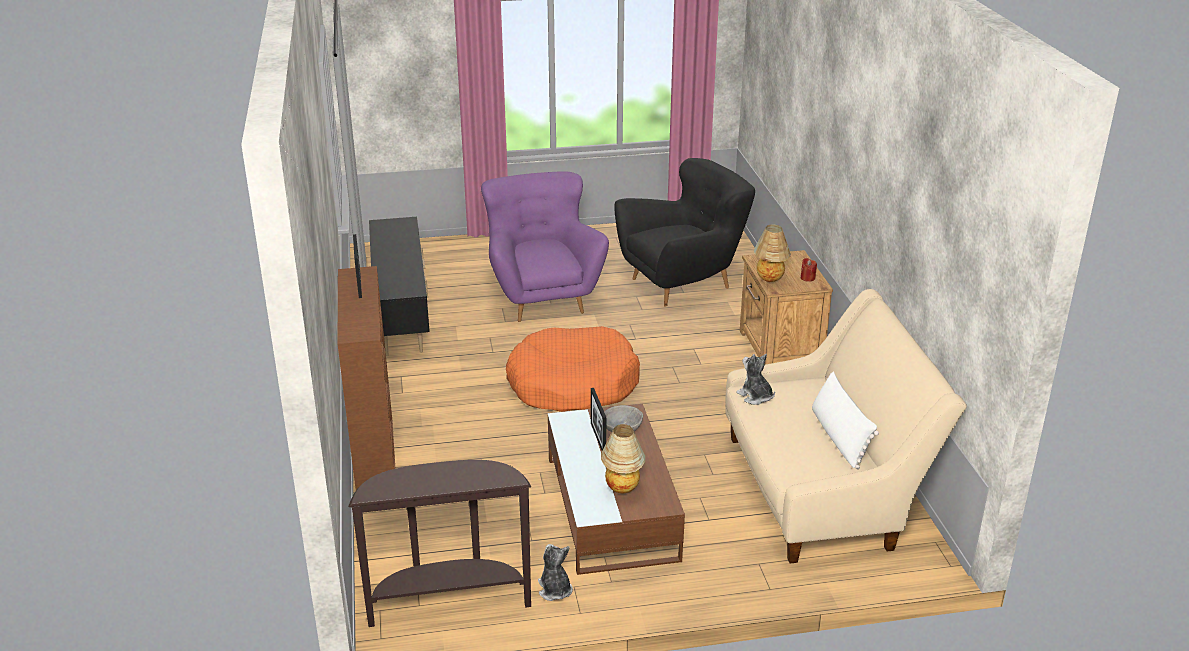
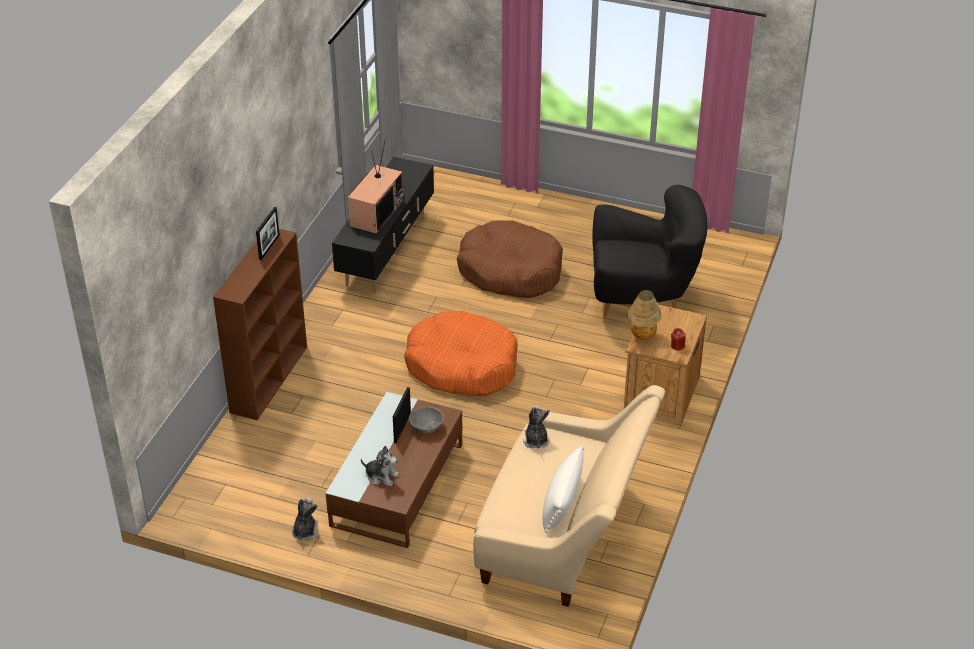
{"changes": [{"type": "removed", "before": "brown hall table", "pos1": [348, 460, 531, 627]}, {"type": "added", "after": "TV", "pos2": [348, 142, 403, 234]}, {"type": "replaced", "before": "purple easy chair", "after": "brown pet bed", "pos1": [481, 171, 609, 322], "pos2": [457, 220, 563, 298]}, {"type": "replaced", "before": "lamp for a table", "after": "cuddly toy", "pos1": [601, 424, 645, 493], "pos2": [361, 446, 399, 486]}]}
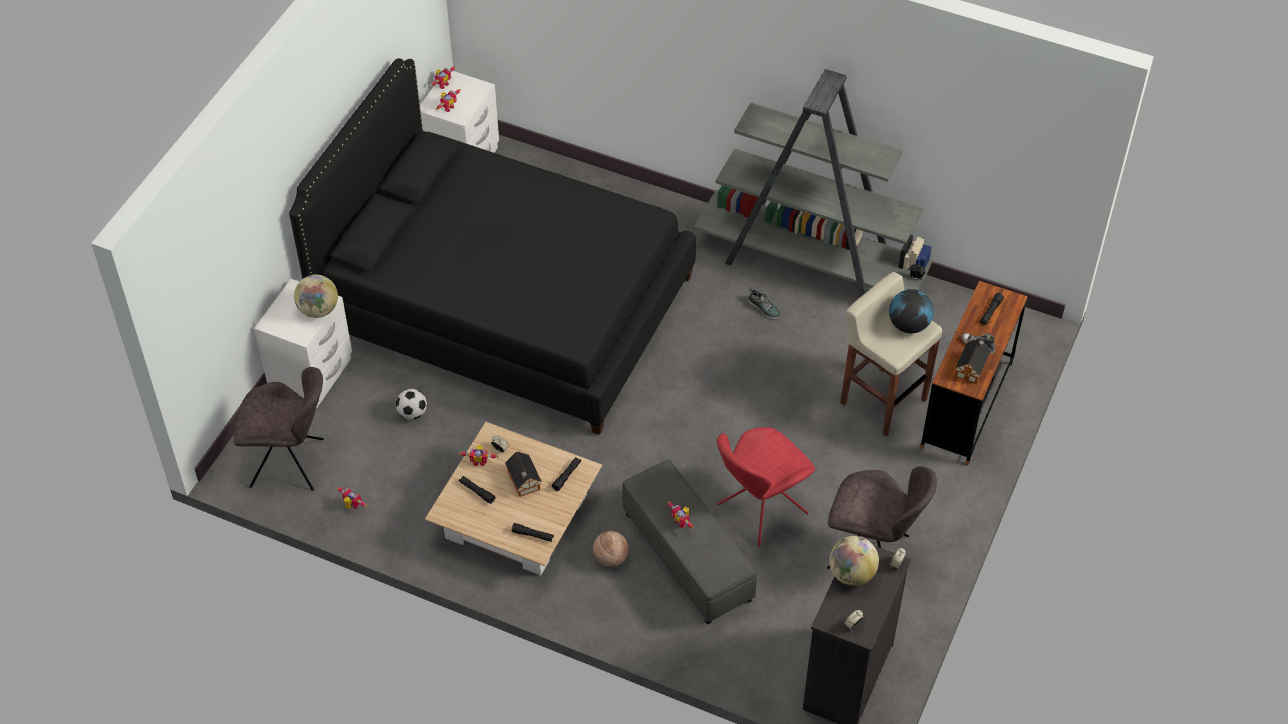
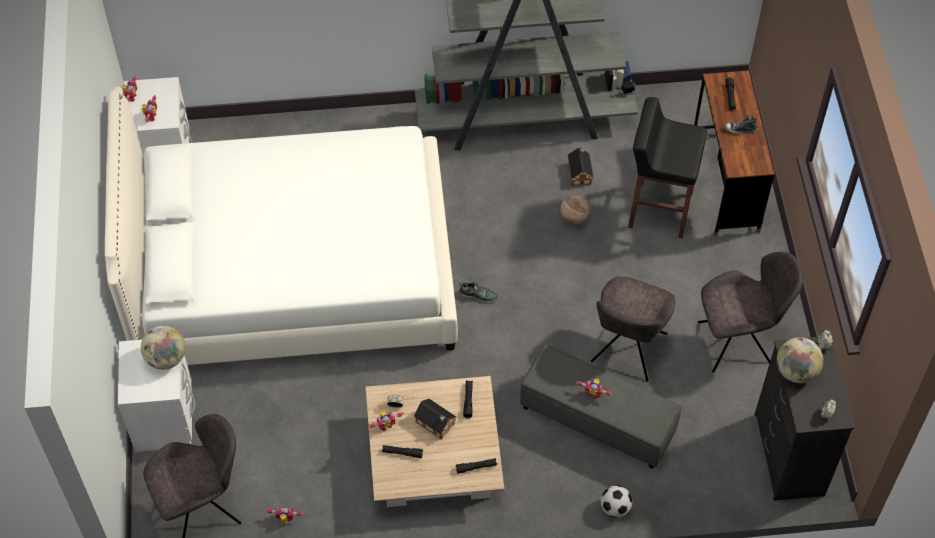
{"changes": [{"type": "removed", "before": "desk globe", "pos1": [889, 289, 934, 333]}, {"type": "moved", "before": "football ball", "pos1": [396, 389, 427, 420], "pos2": [601, 485, 632, 517]}, {"type": "moved", "before": "ball for basketball", "pos1": [593, 531, 629, 567], "pos2": [560, 194, 591, 225]}, {"type": "moved", "before": "item of footwear", "pos1": [749, 288, 780, 320], "pos2": [459, 282, 498, 303]}, {"type": "moved", "before": "model house", "pos1": [955, 339, 991, 384], "pos2": [568, 148, 594, 186]}, {"type": "recoloured", "before": "black-coloured bed", "after": "whitish bed", "pos1": [289, 58, 696, 435], "pos2": [105, 86, 458, 365]}, {"type": "recoloured", "before": "reddish plain chair", "after": "greyish plain chair", "pos1": [717, 427, 815, 547], "pos2": [591, 276, 675, 382]}, {"type": "recoloured", "before": "beige-coloured stool", "after": "black-coloured stool", "pos1": [840, 272, 942, 436], "pos2": [628, 97, 707, 238]}]}
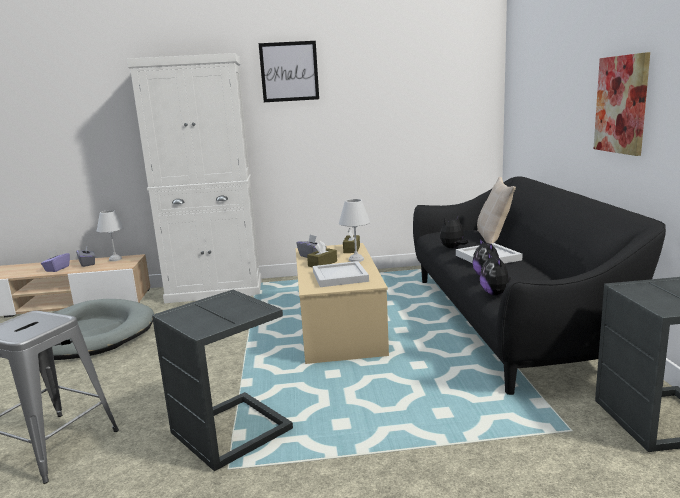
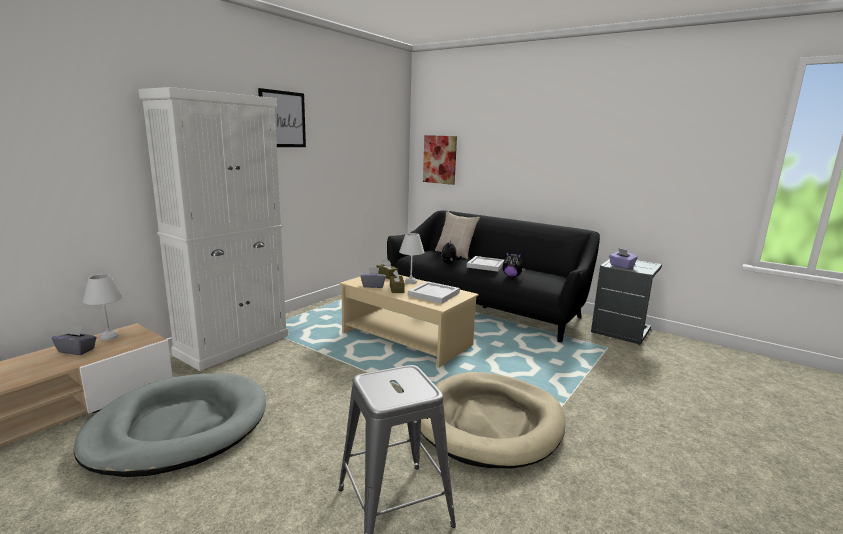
{"changes": [{"type": "removed", "before": "cuddly toy", "pos1": [480, 252, 511, 296]}, {"type": "moved", "before": "purple box of tissues", "pos1": [41, 249, 70, 272], "pos2": [609, 249, 638, 269]}, {"type": "moved", "before": "picture", "pos1": [594, 52, 650, 156], "pos2": [423, 135, 457, 185]}, {"type": "replaced", "before": "greyish side table", "after": "beige-coloured pet bed", "pos1": [152, 290, 293, 471], "pos2": [421, 372, 565, 469]}]}
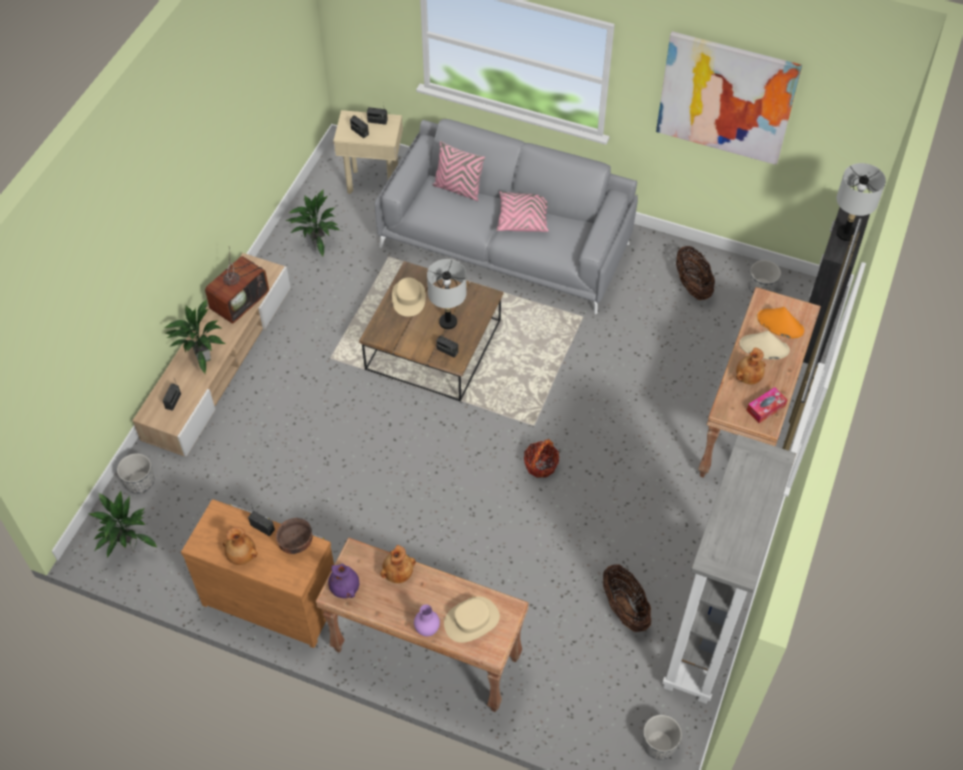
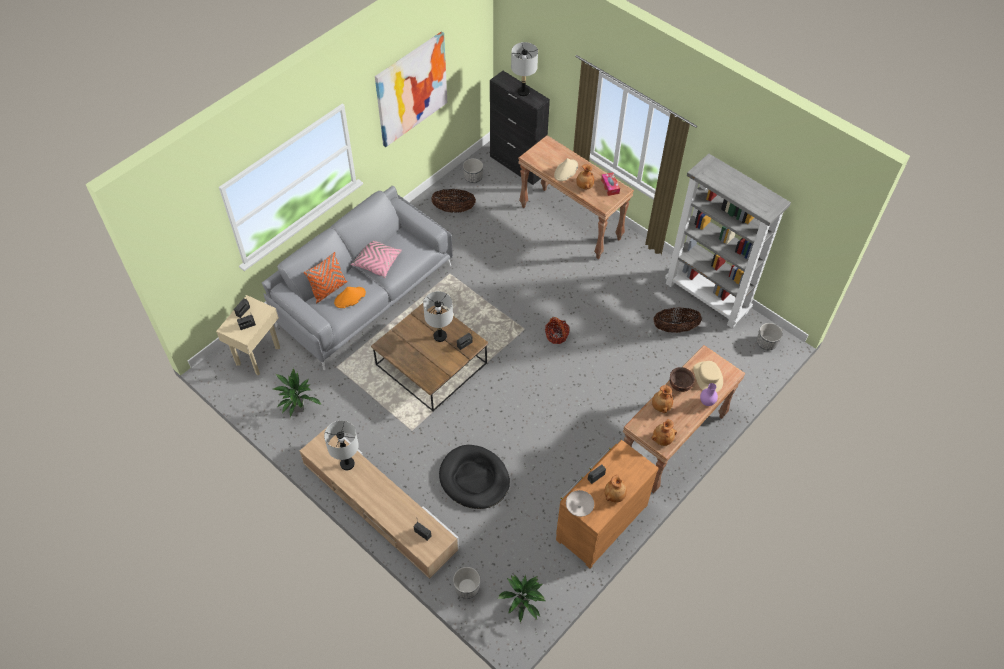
{"changes": [{"type": "removed", "before": "houseplant", "pos1": [164, 299, 225, 374]}, {"type": "removed", "before": "beige-coloured clothing hat", "pos1": [392, 278, 426, 317]}, {"type": "added", "after": "black-coloured pet bed", "pos2": [439, 445, 510, 509]}, {"type": "added", "after": "whitish deep dish", "pos2": [566, 490, 594, 517]}, {"type": "moved", "before": "brown deep dish", "pos1": [276, 518, 313, 554], "pos2": [669, 367, 695, 392]}, {"type": "moved", "before": "orange-coloured clothing hat", "pos1": [757, 307, 804, 339], "pos2": [334, 287, 366, 308]}, {"type": "replaced", "before": "TV", "after": "greyish lamp for a table", "pos1": [205, 246, 269, 324], "pos2": [324, 420, 359, 470]}, {"type": "recoloured", "before": "purple vase", "after": "brown vase", "pos1": [328, 563, 359, 598], "pos2": [651, 419, 677, 446]}, {"type": "recoloured", "before": "pink pillow", "after": "orange-coloured pillow", "pos1": [433, 141, 485, 201], "pos2": [304, 252, 348, 303]}]}
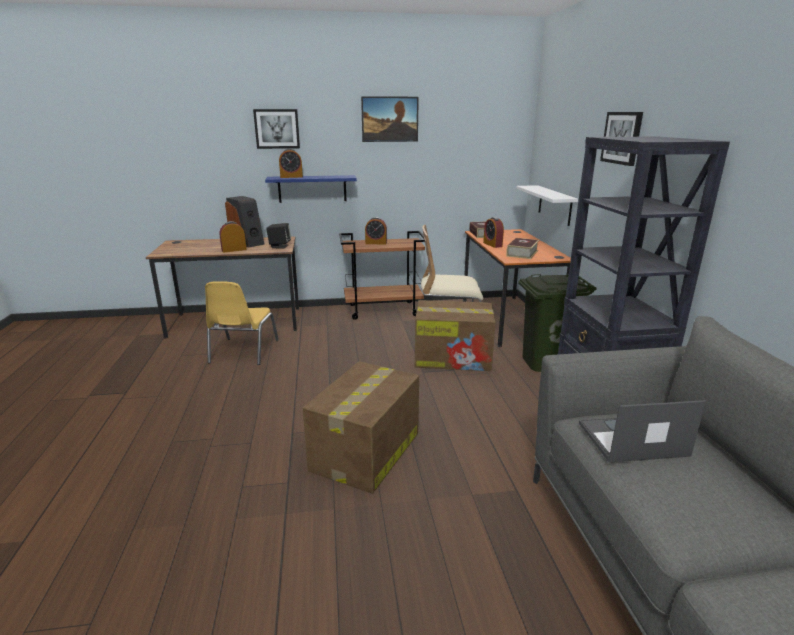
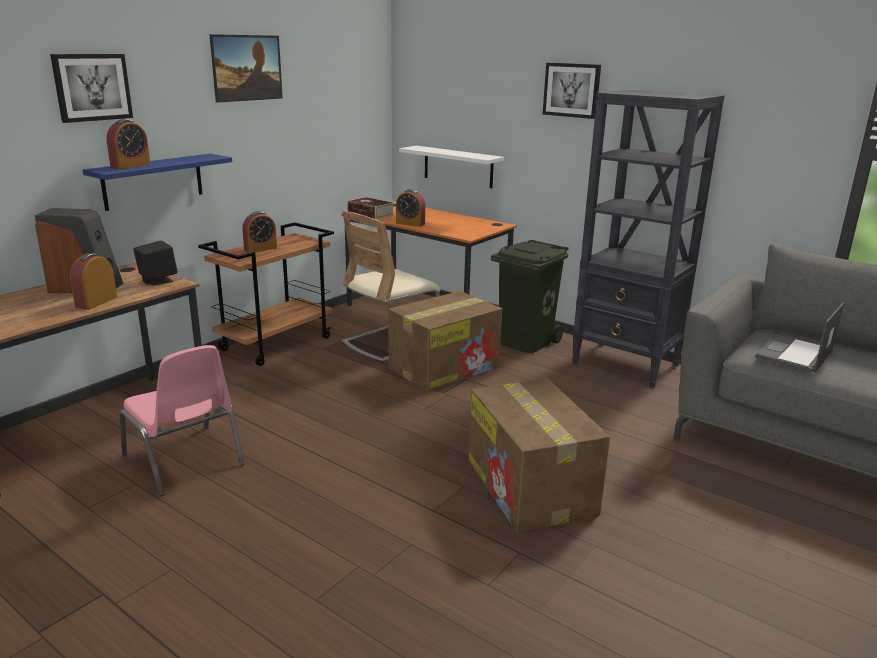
{"changes": [{"type": "removed", "before": "bound book", "pos1": [506, 238, 539, 259]}, {"type": "recoloured", "before": "yellow plain chair", "after": "pink plain chair", "pos1": [205, 281, 279, 365], "pos2": [119, 345, 245, 496]}]}
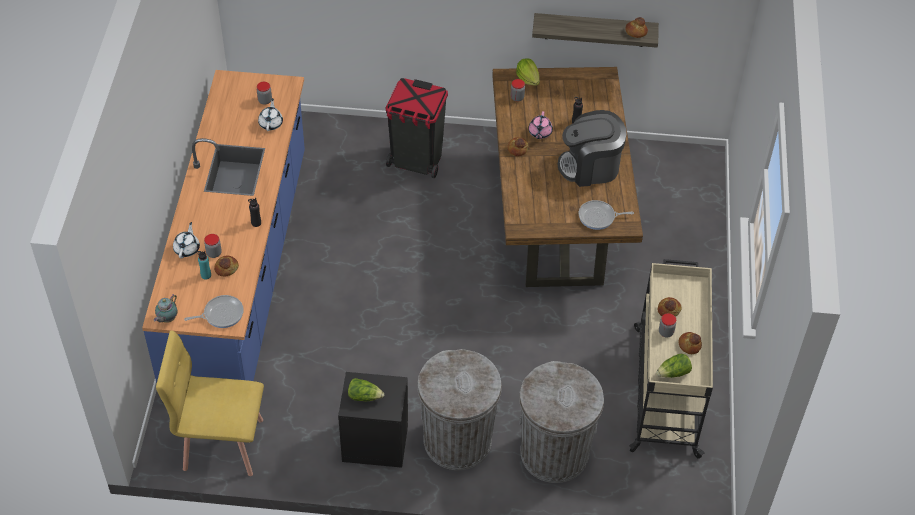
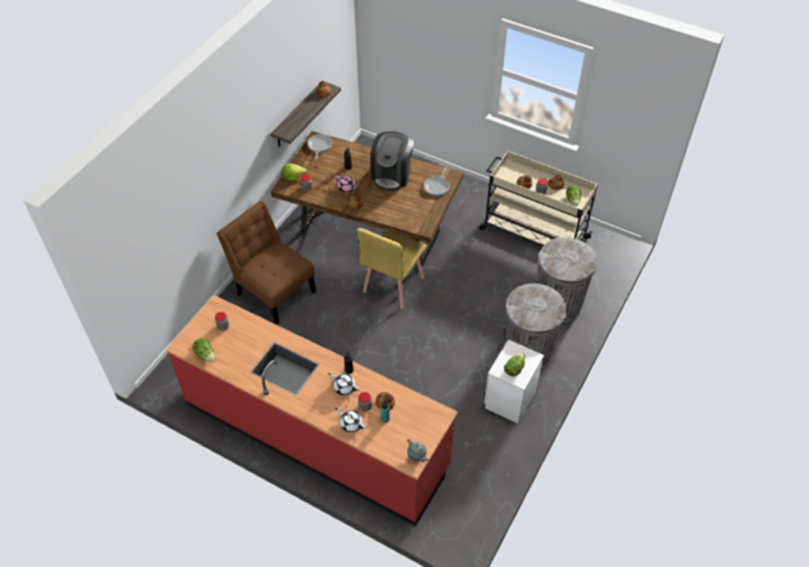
{"changes": [{"type": "added", "after": "lettuce", "pos2": [193, 338, 215, 362]}, {"type": "moved", "before": "yellow plain chair", "pos1": [156, 330, 264, 476], "pos2": [357, 228, 426, 309]}, {"type": "moved", "before": "frying pan", "pos1": [184, 295, 244, 328], "pos2": [307, 134, 332, 159]}, {"type": "moved", "before": "whitish teapot", "pos1": [258, 98, 283, 131], "pos2": [328, 373, 359, 395]}, {"type": "replaced", "before": "black-coloured trash can", "after": "brown plain chair", "pos1": [386, 78, 448, 178], "pos2": [217, 201, 316, 325]}, {"type": "recoloured", "before": "bluish counter", "after": "reddish counter", "pos1": [142, 70, 305, 402], "pos2": [166, 295, 458, 526]}, {"type": "recoloured", "before": "black-coloured night table", "after": "whitish night table", "pos1": [338, 372, 408, 468], "pos2": [484, 339, 544, 424]}]}
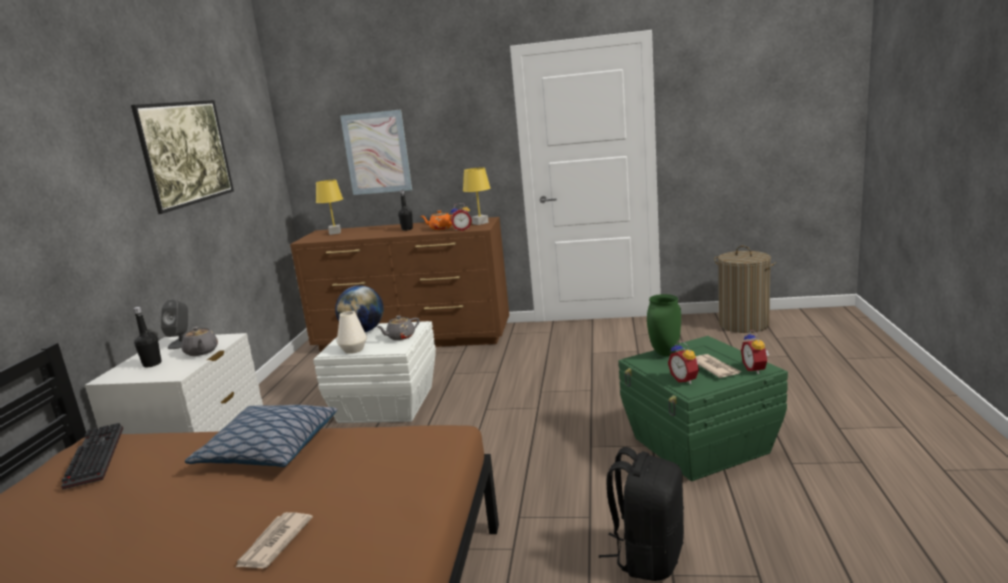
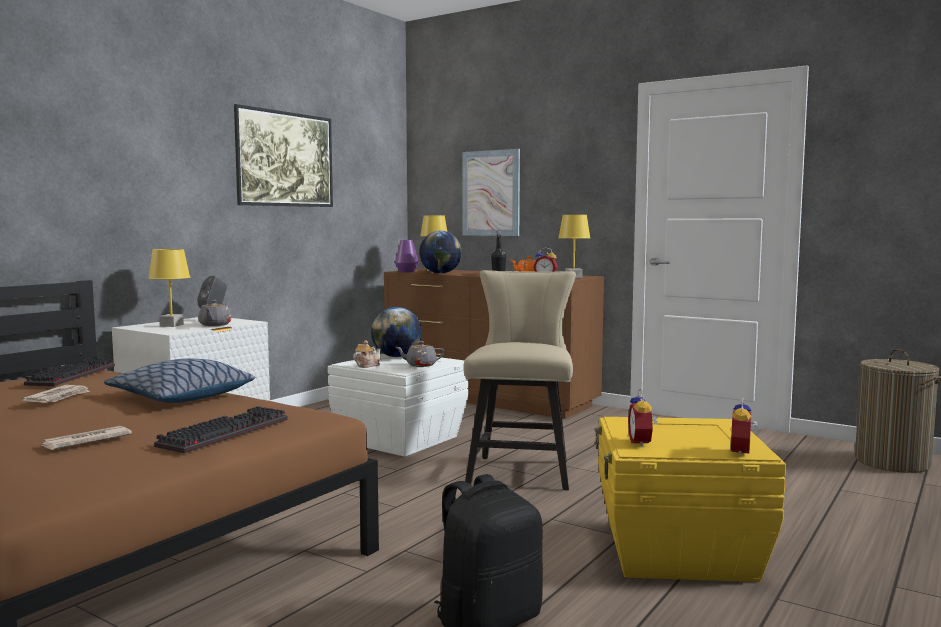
{"changes": [{"type": "removed", "before": "greenish vase", "pos1": [647, 294, 681, 356]}, {"type": "added", "after": "computer keyboard", "pos2": [154, 406, 288, 453]}, {"type": "added", "after": "purple vase", "pos2": [395, 240, 419, 272]}, {"type": "added", "after": "desk globe", "pos2": [419, 231, 462, 274]}, {"type": "added", "after": "beige-coloured plain chair", "pos2": [464, 270, 576, 490]}, {"type": "moved", "before": "printed paper", "pos1": [696, 354, 742, 378], "pos2": [21, 385, 90, 403]}, {"type": "replaced", "before": "black-coloured bottle", "after": "yellow lamp for a table", "pos1": [133, 307, 161, 367], "pos2": [148, 249, 190, 327]}, {"type": "replaced", "before": "whitish vase", "after": "teapot", "pos1": [337, 311, 367, 354], "pos2": [353, 340, 381, 368]}, {"type": "recoloured", "before": "greenish storage container", "after": "yellow storage container", "pos1": [619, 336, 788, 481], "pos2": [595, 417, 786, 582]}]}
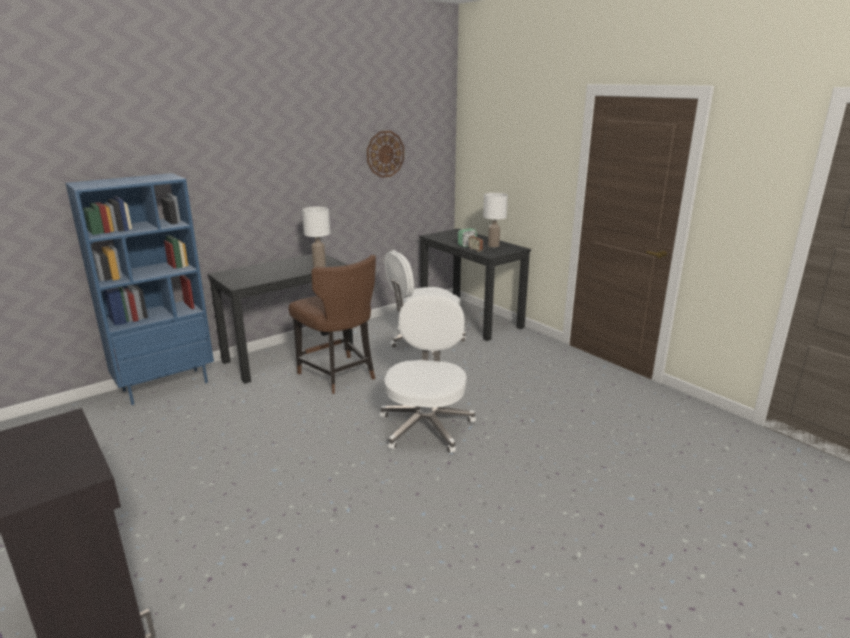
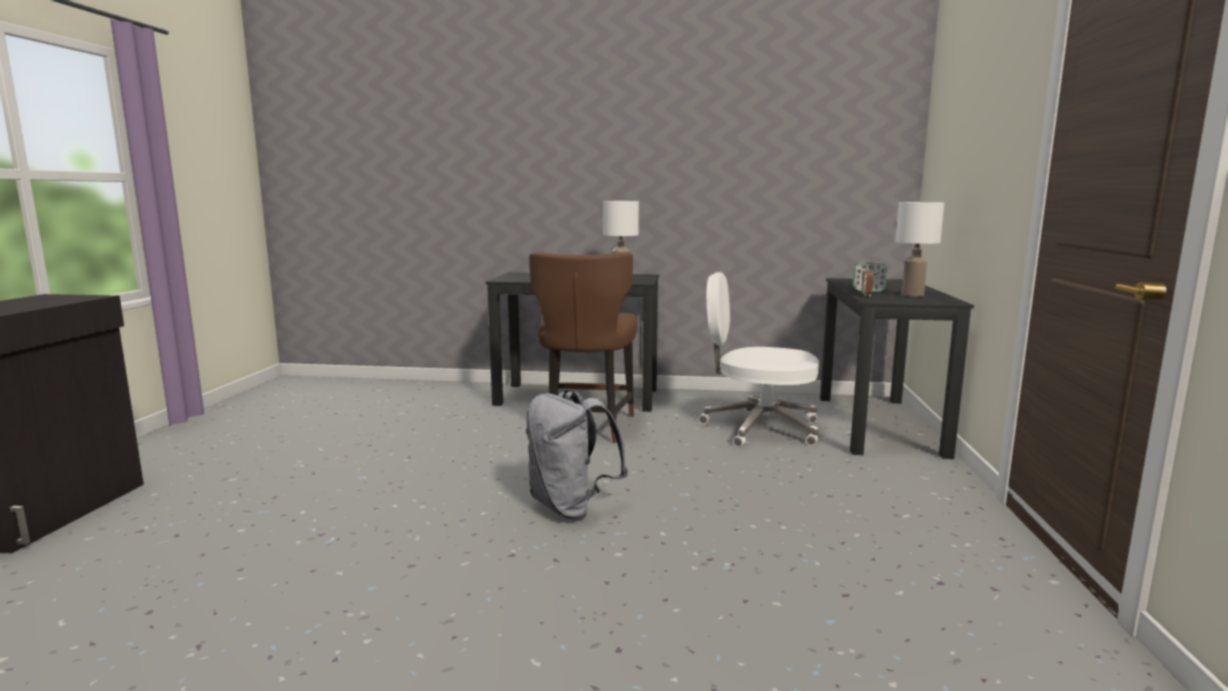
{"changes": [{"type": "removed", "before": "bluish shelving unit", "pos1": [65, 173, 214, 405]}, {"type": "removed", "before": "hanging clock", "pos1": [367, 131, 404, 178]}, {"type": "replaced", "before": "whitish computer chair", "after": "greyish rucksack", "pos1": [380, 294, 476, 454], "pos2": [526, 390, 628, 520]}]}
